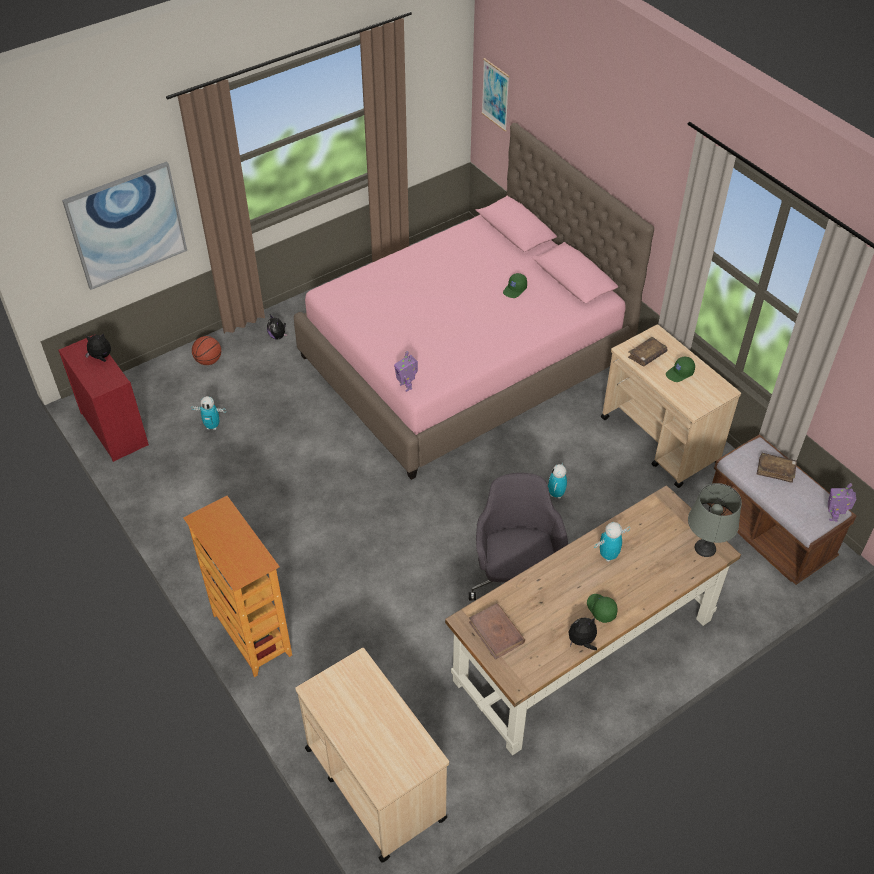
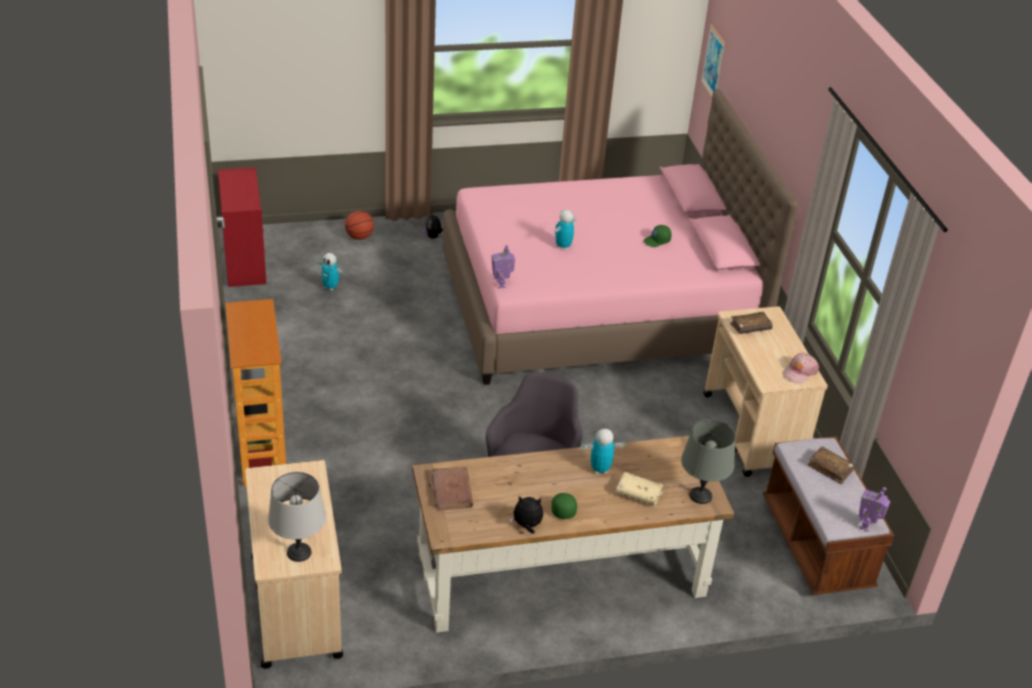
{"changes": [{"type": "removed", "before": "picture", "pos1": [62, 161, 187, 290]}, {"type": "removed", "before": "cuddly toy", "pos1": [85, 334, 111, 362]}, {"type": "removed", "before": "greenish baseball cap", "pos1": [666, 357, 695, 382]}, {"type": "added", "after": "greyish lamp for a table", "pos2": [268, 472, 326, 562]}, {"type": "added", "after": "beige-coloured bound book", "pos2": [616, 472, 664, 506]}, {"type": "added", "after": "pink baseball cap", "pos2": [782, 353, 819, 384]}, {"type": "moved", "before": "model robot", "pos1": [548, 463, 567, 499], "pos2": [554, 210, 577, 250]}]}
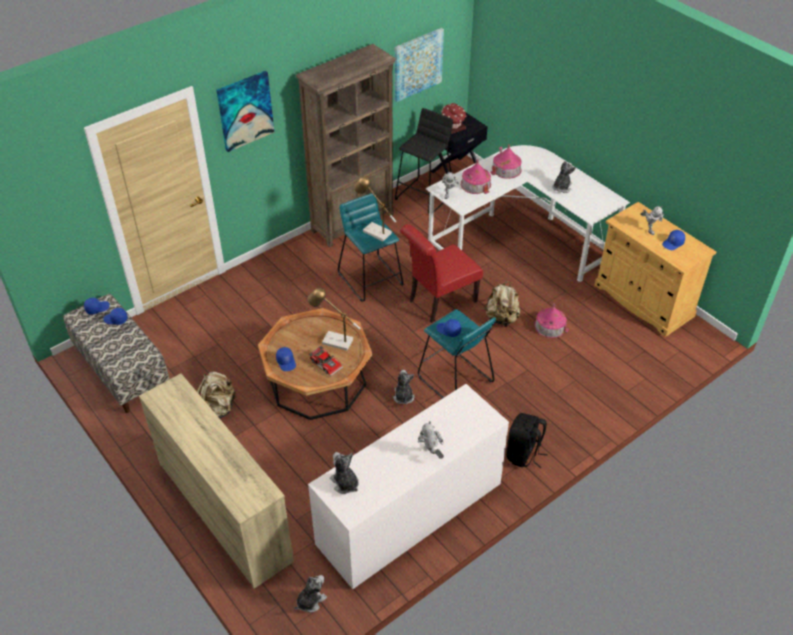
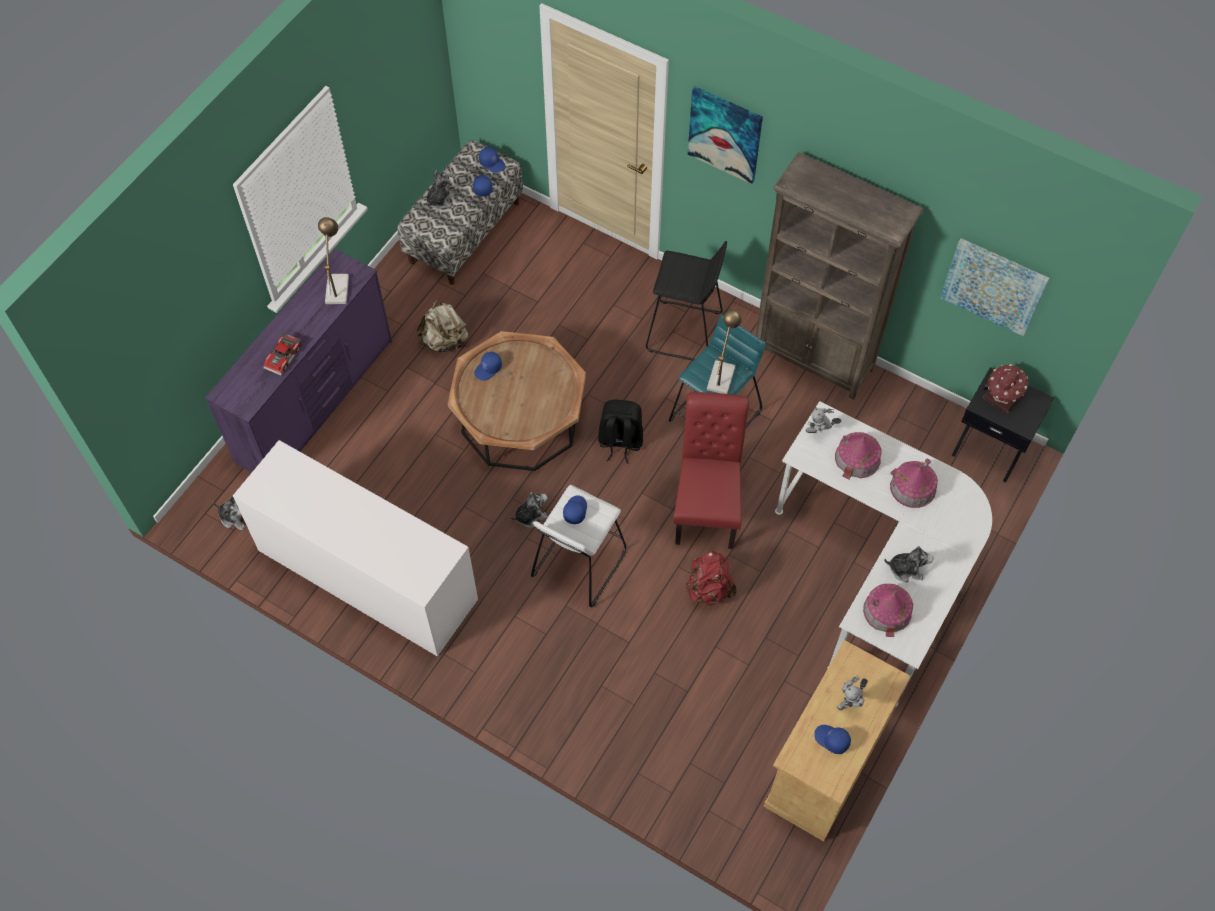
{"changes": [{"type": "removed", "before": "model robot", "pos1": [418, 421, 444, 459]}, {"type": "moved", "before": "lamp for a table", "pos1": [307, 288, 361, 351], "pos2": [318, 217, 349, 304]}, {"type": "moved", "before": "model car", "pos1": [309, 346, 343, 376], "pos2": [263, 332, 301, 376]}, {"type": "moved", "before": "cuddly toy", "pos1": [330, 452, 359, 494], "pos2": [426, 170, 455, 209]}, {"type": "moved", "before": "black-coloured stool", "pos1": [395, 108, 453, 214], "pos2": [646, 241, 727, 361]}, {"type": "moved", "before": "black-coloured rucksack", "pos1": [506, 413, 547, 468], "pos2": [598, 400, 643, 464]}, {"type": "moved", "before": "model house", "pos1": [535, 304, 569, 338], "pos2": [863, 584, 913, 637]}, {"type": "recoloured", "before": "beige-coloured dresser", "after": "purple dresser", "pos1": [139, 374, 294, 589], "pos2": [205, 249, 392, 473]}, {"type": "recoloured", "before": "turquoise stool", "after": "whitish stool", "pos1": [418, 309, 496, 399], "pos2": [531, 485, 626, 607]}, {"type": "recoloured", "before": "beige-coloured rucksack", "after": "reddish rucksack", "pos1": [484, 281, 520, 327], "pos2": [686, 550, 737, 606]}, {"type": "turned", "before": "reddish plain chair", "pos1": [400, 224, 483, 323], "pos2": [673, 392, 749, 549], "turn": 60}]}
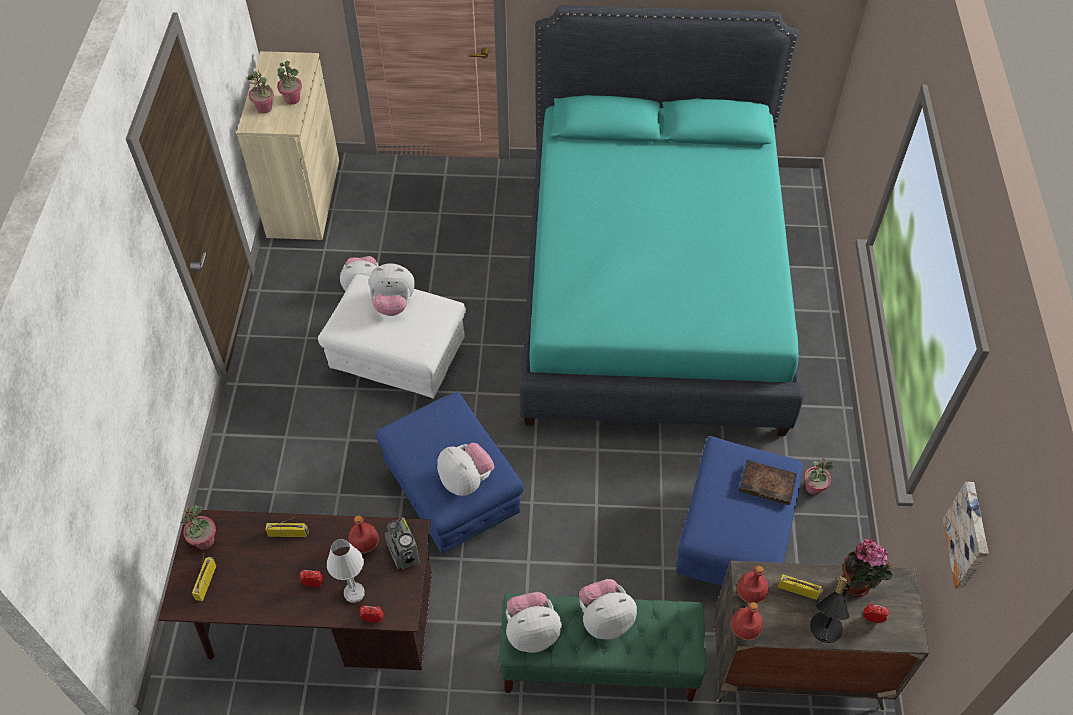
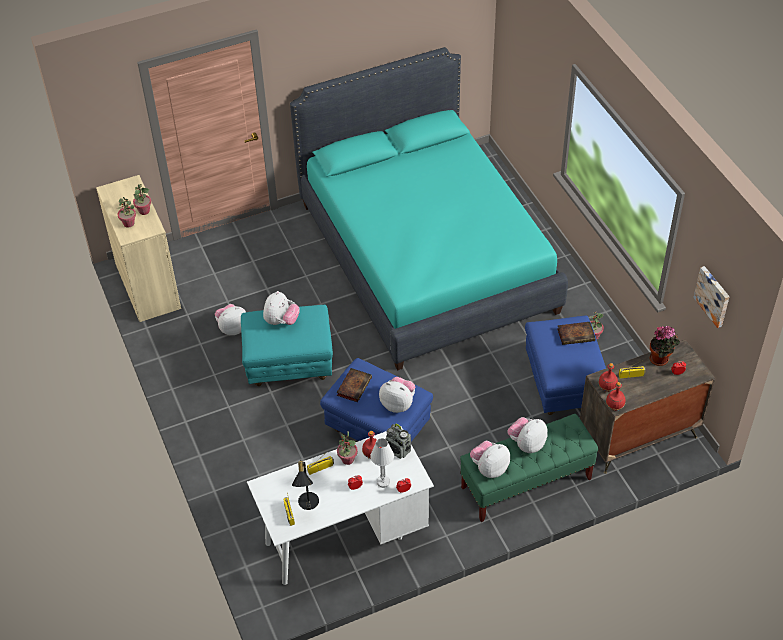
{"changes": [{"type": "added", "after": "bound book", "pos2": [337, 368, 372, 402]}, {"type": "moved", "before": "houseplant", "pos1": [180, 505, 216, 549], "pos2": [337, 432, 358, 465]}, {"type": "moved", "before": "black-coloured lamp for a table", "pos1": [810, 574, 851, 643], "pos2": [292, 459, 319, 510]}, {"type": "recoloured", "before": "brown desk table", "after": "whitish desk table", "pos1": [158, 509, 433, 670], "pos2": [247, 427, 434, 585]}, {"type": "recoloured", "before": "whitish ottoman", "after": "turquoise ottoman", "pos1": [318, 274, 466, 399], "pos2": [241, 305, 333, 386]}, {"type": "turned", "before": "cuddly toy", "pos1": [369, 264, 415, 316], "pos2": [263, 291, 300, 325], "turn": -45}]}
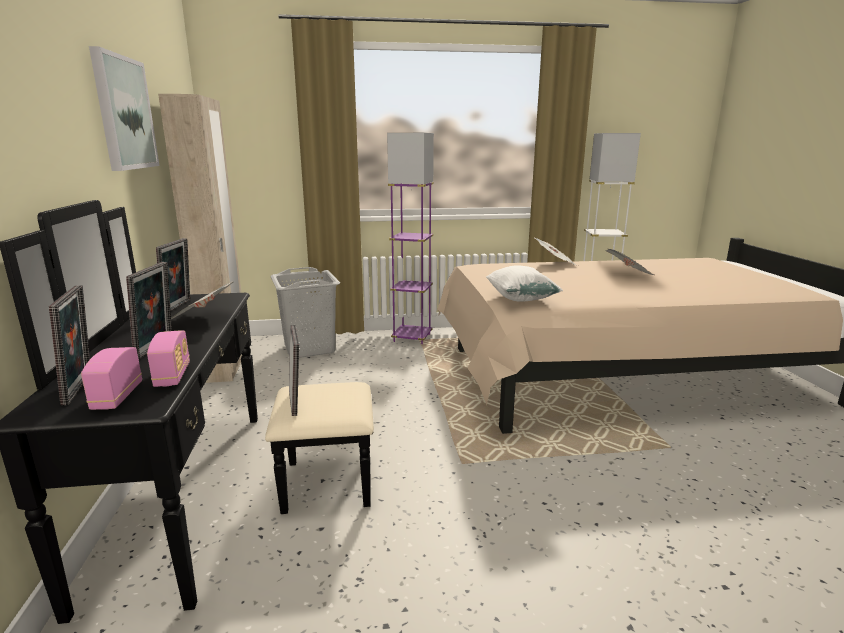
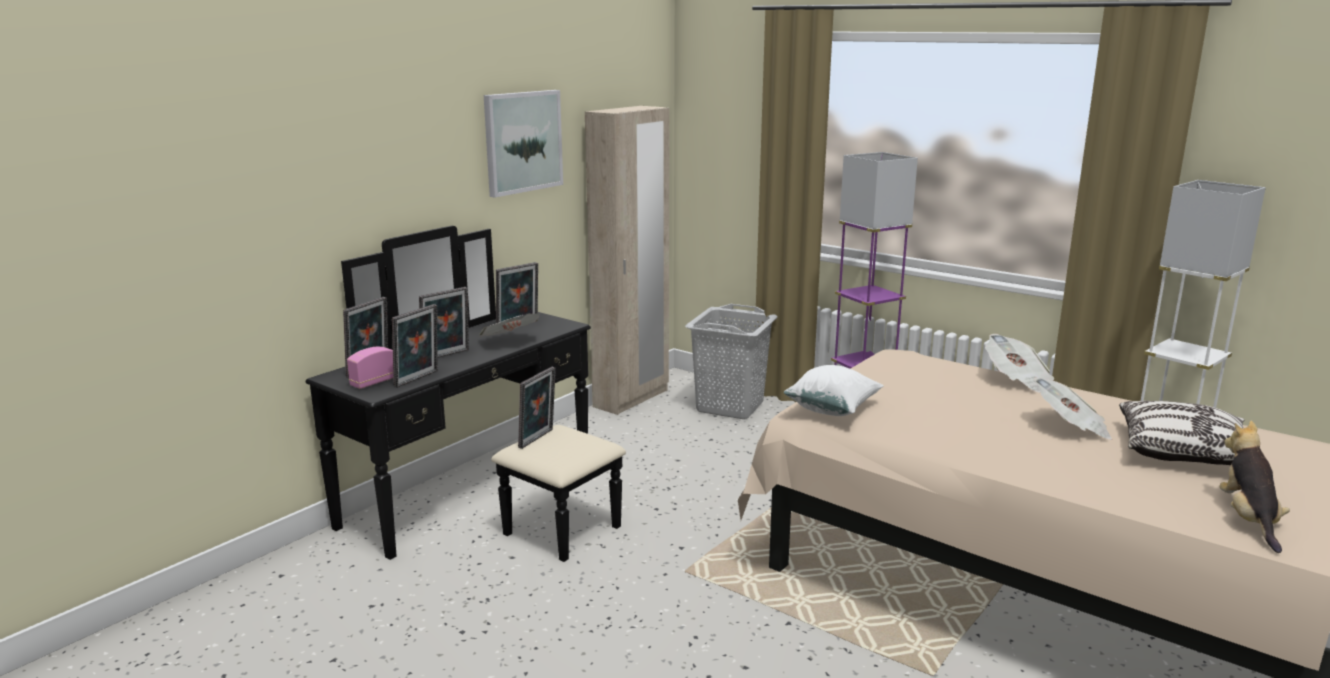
{"changes": [{"type": "added", "after": "pillow", "pos2": [1119, 401, 1244, 465]}, {"type": "added", "after": "cuddly toy", "pos2": [1219, 421, 1290, 553]}, {"type": "replaced", "before": "radio", "after": "photo frame", "pos1": [147, 330, 190, 387], "pos2": [392, 304, 438, 388]}]}
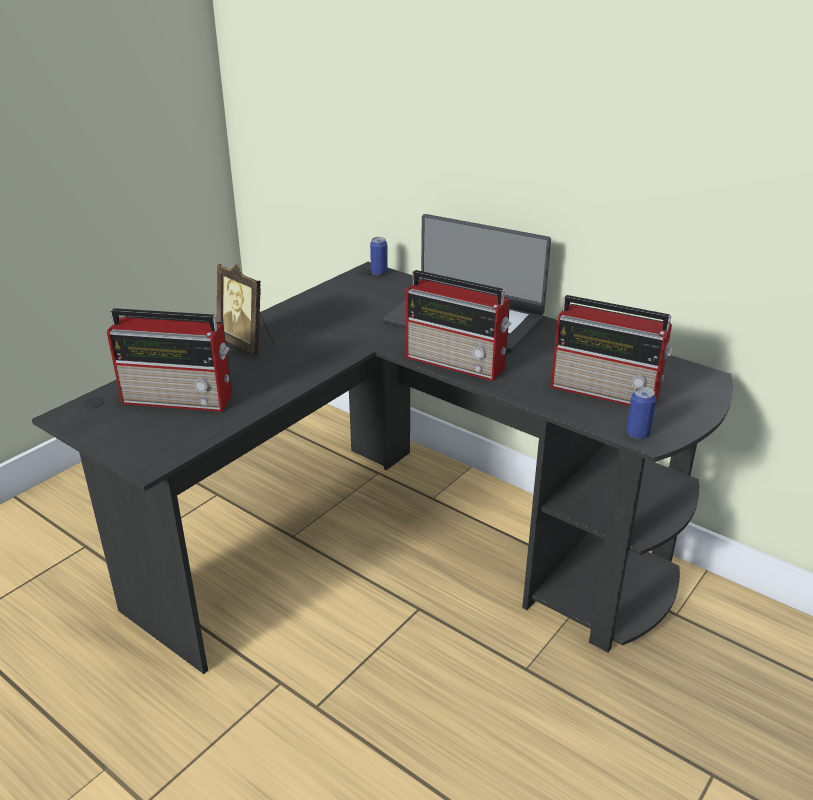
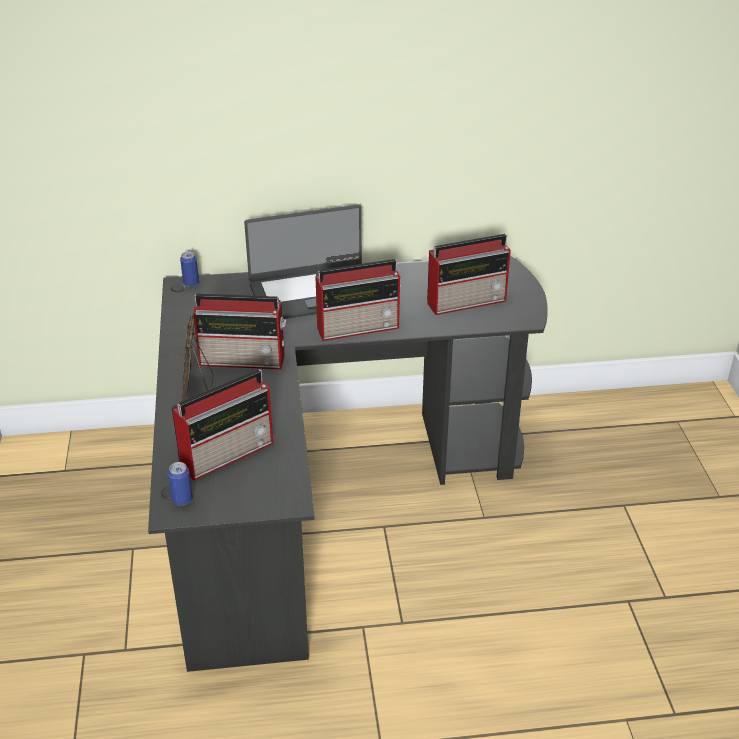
{"changes": [{"type": "added", "after": "radio", "pos2": [193, 294, 287, 369]}, {"type": "moved", "before": "metal can", "pos1": [626, 387, 656, 439], "pos2": [168, 462, 193, 506]}, {"type": "turned", "before": "photo frame", "pos1": [217, 264, 274, 355], "pos2": [182, 315, 214, 402], "turn": 90}]}
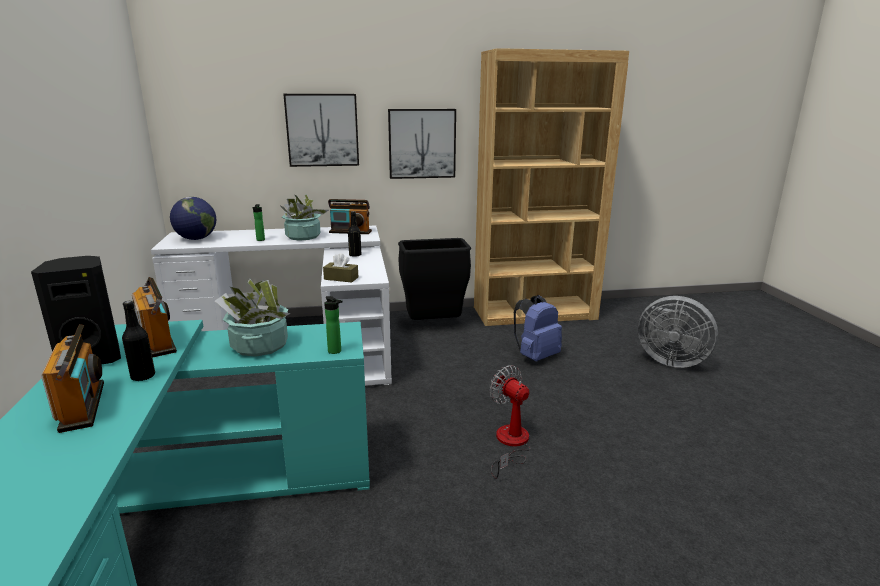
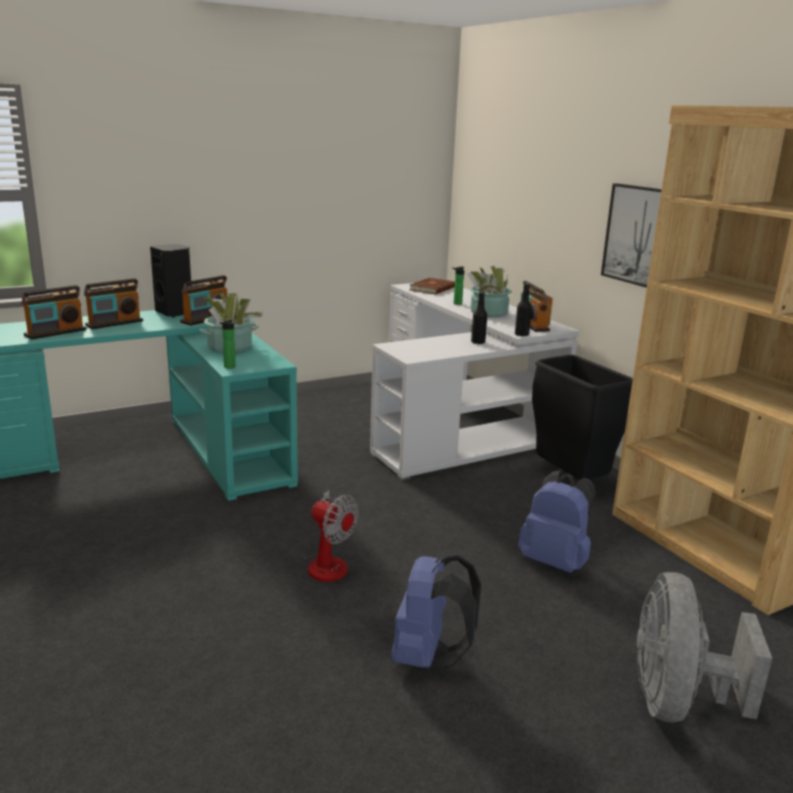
{"changes": [{"type": "removed", "before": "picture", "pos1": [283, 94, 359, 167]}, {"type": "removed", "before": "brown box of tissues", "pos1": [323, 253, 358, 282]}, {"type": "added", "after": "radio", "pos2": [22, 285, 87, 340]}, {"type": "added", "after": "bluish rucksack", "pos2": [391, 555, 481, 669]}, {"type": "moved", "before": "black-coloured bottle", "pos1": [122, 301, 155, 381], "pos2": [515, 283, 532, 336]}, {"type": "replaced", "before": "desk globe", "after": "brown bound book", "pos1": [170, 197, 216, 240], "pos2": [410, 278, 455, 295]}, {"type": "turned", "before": "cooling fan", "pos1": [490, 365, 530, 479], "pos2": [305, 490, 359, 582], "turn": 90}]}
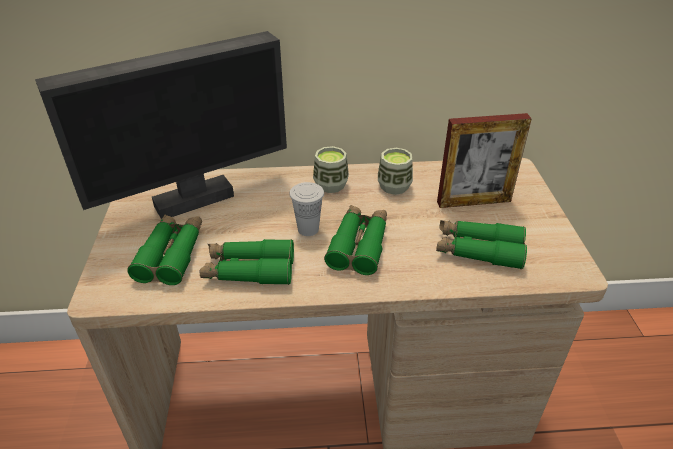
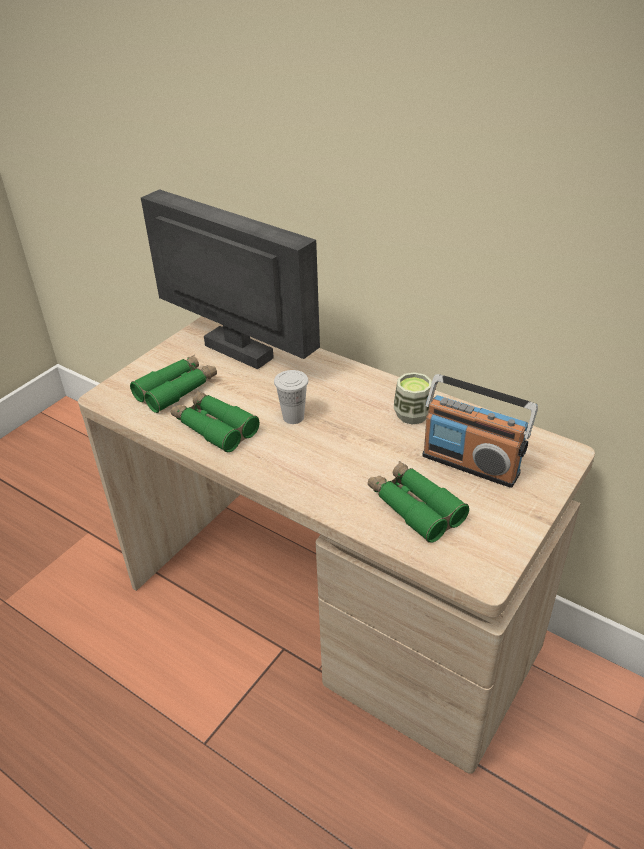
{"changes": [{"type": "removed", "before": "small cup", "pos1": [313, 146, 349, 193]}, {"type": "removed", "before": "greenish binoculars", "pos1": [324, 205, 387, 275]}, {"type": "replaced", "before": "photo frame", "after": "radio", "pos1": [437, 113, 532, 208], "pos2": [422, 374, 538, 488]}, {"type": "turned", "before": "computer screen", "pos1": [35, 31, 287, 219], "pos2": [141, 189, 320, 369], "turn": -150}]}
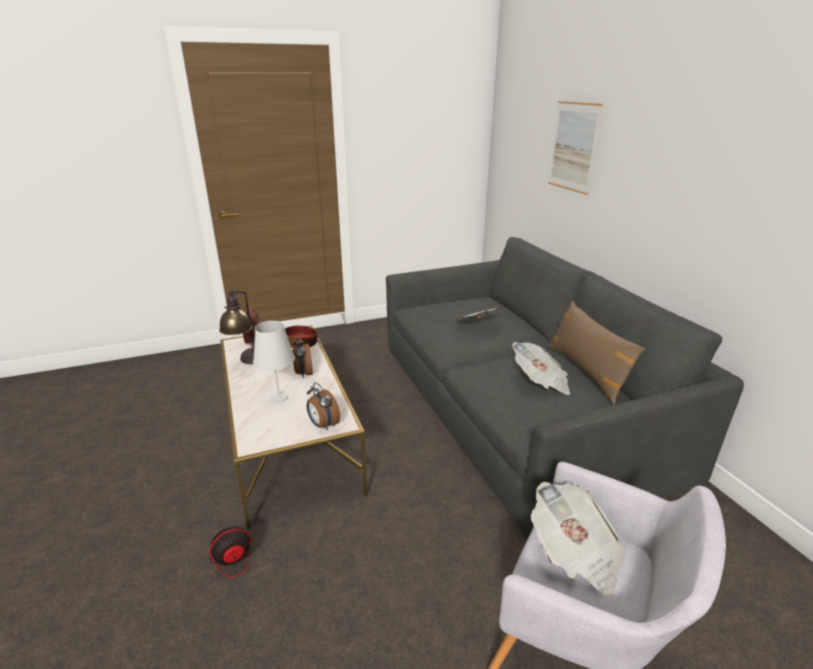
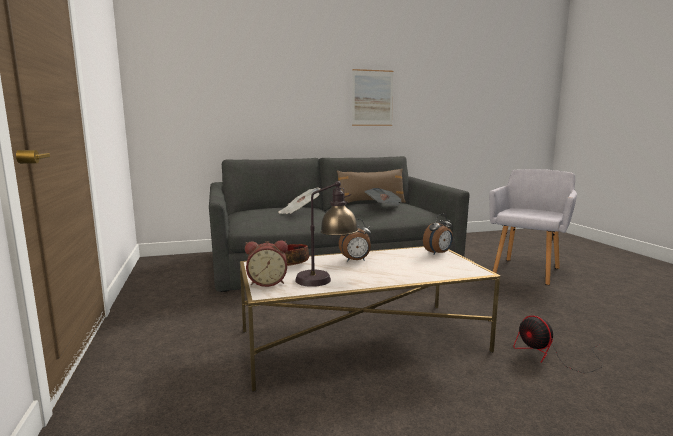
{"changes": [{"type": "removed", "before": "whitish lamp for a table", "pos1": [253, 321, 295, 403]}, {"type": "removed", "before": "printed paper", "pos1": [531, 482, 626, 597]}, {"type": "moved", "before": "picture", "pos1": [548, 101, 603, 195], "pos2": [352, 69, 394, 126]}]}
